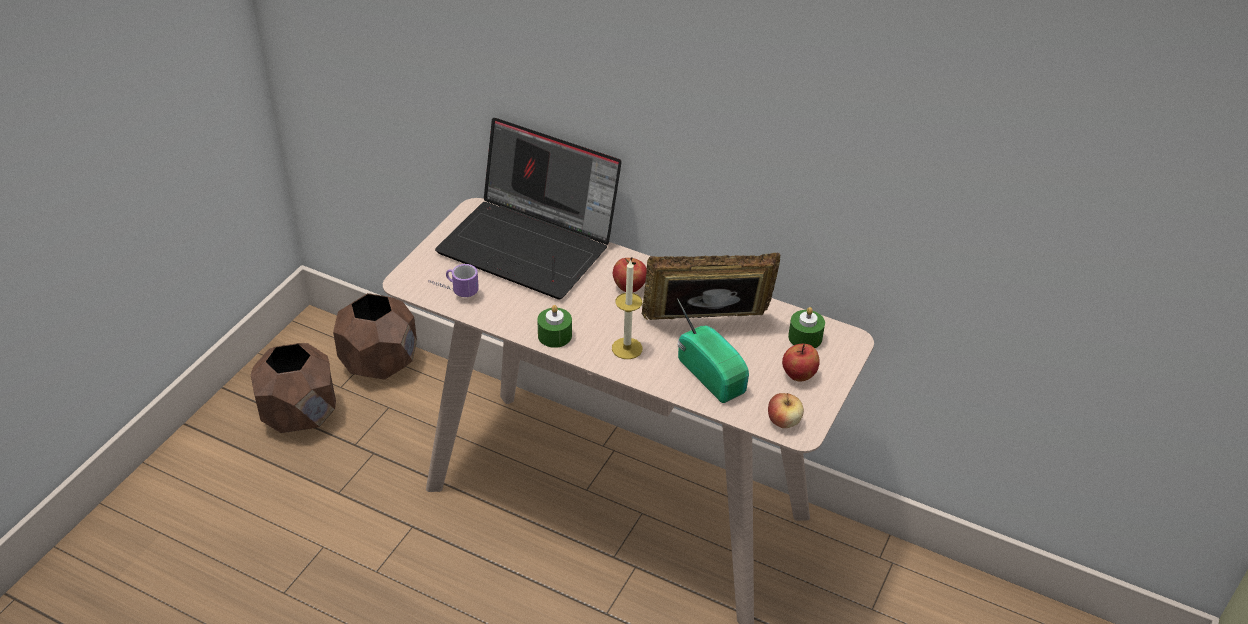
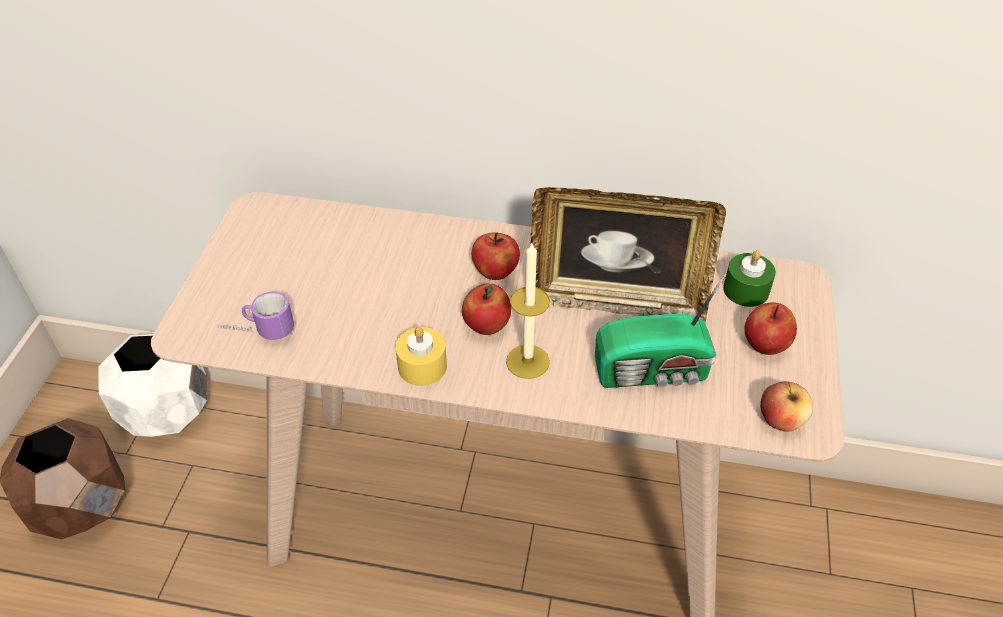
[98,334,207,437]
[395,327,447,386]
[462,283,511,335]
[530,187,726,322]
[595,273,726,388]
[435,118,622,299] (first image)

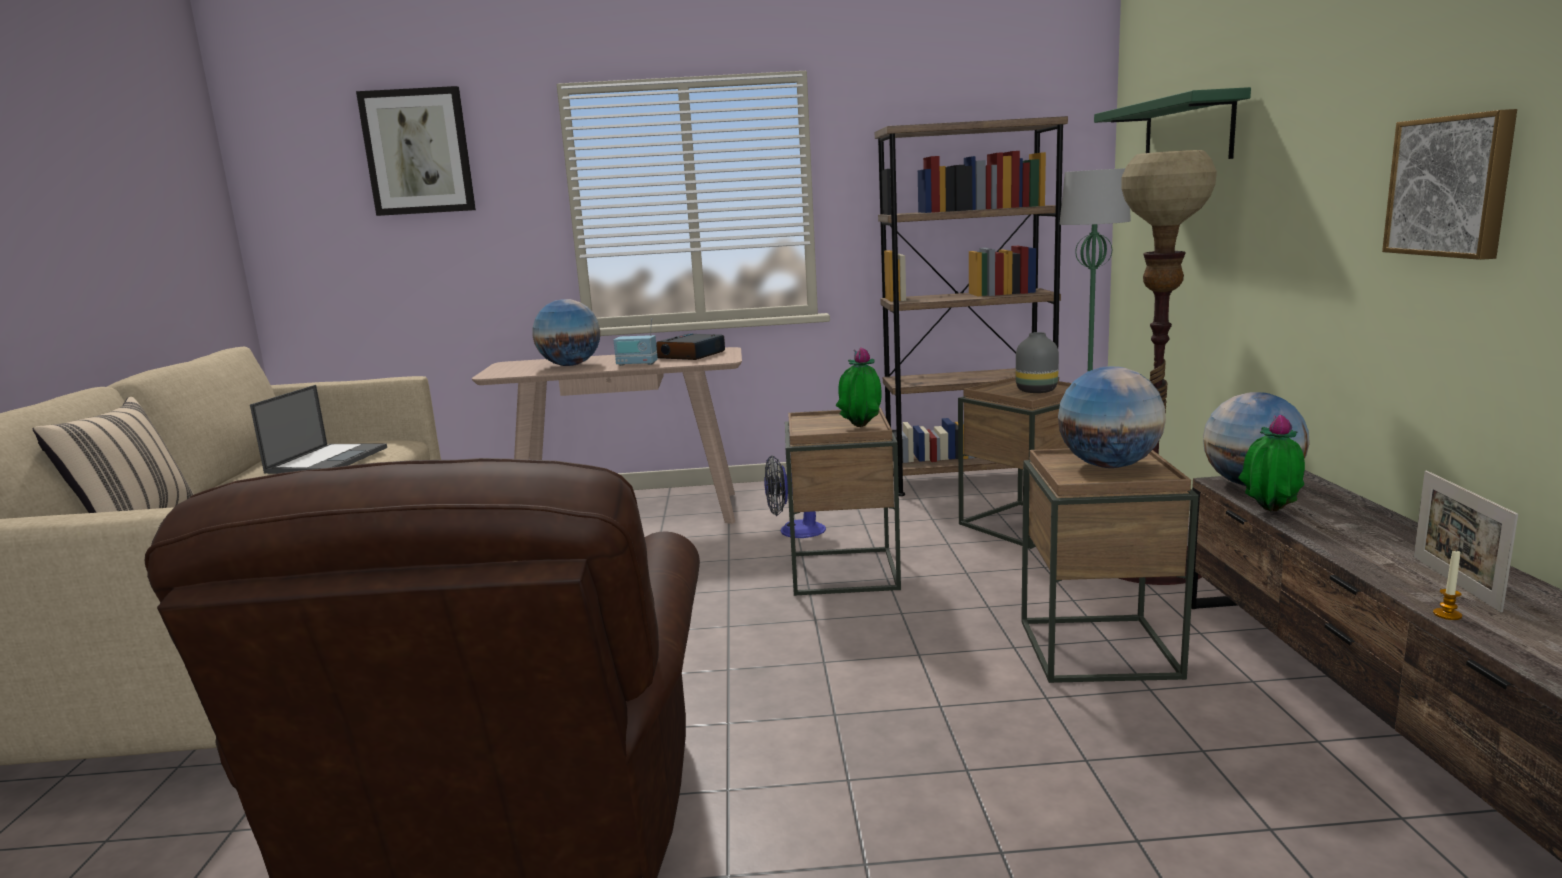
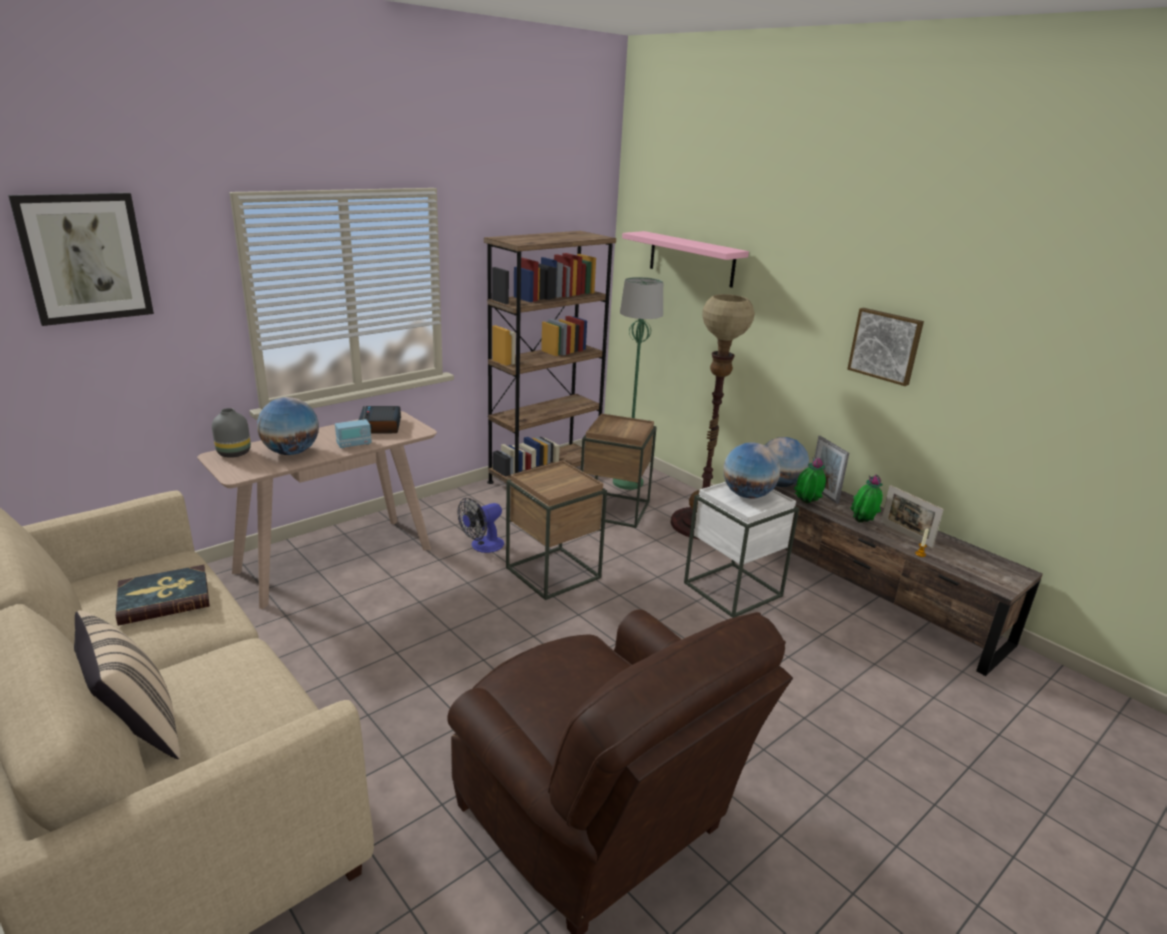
[116,565,210,626]
[212,408,251,458]
[622,231,749,288]
[684,482,799,618]
[814,436,849,504]
[850,474,883,523]

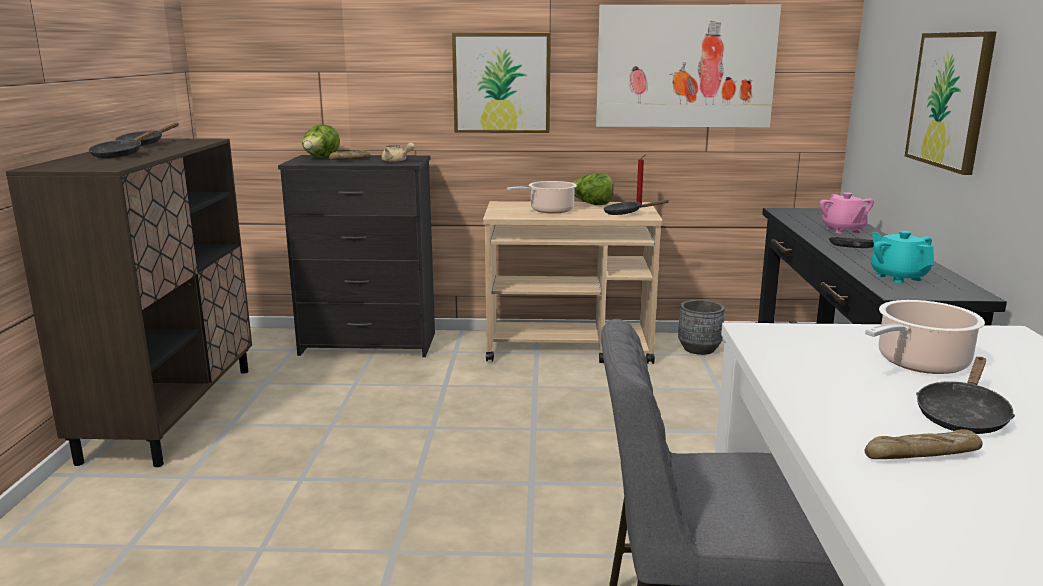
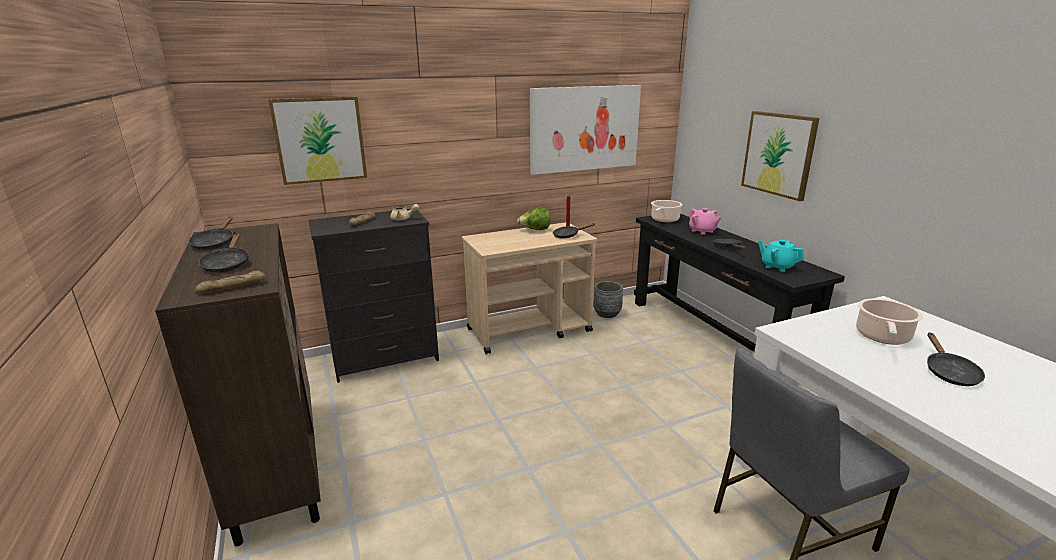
[195,271,266,294]
[269,96,367,185]
[651,200,683,222]
[302,124,340,158] (first image)

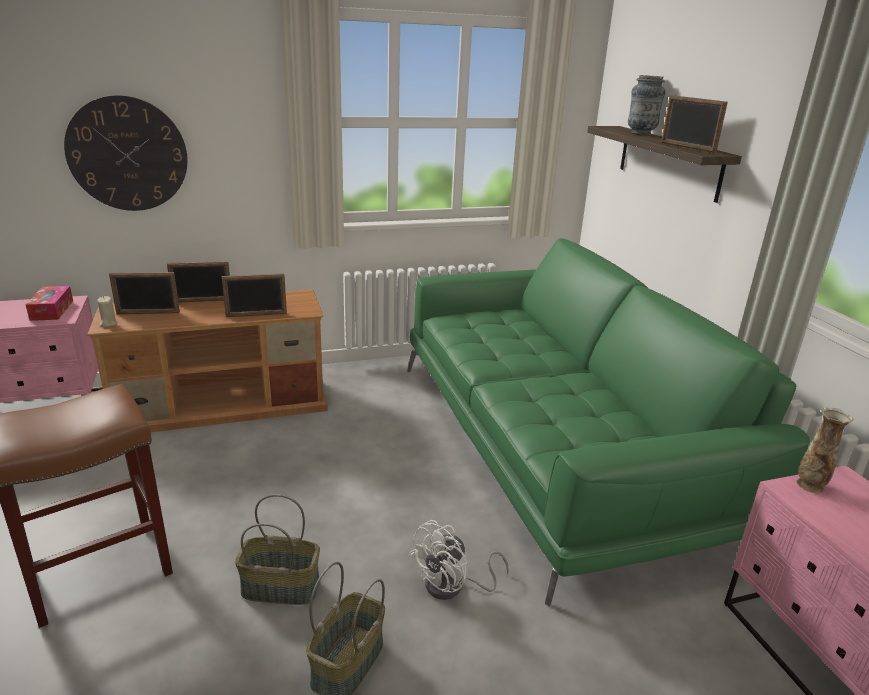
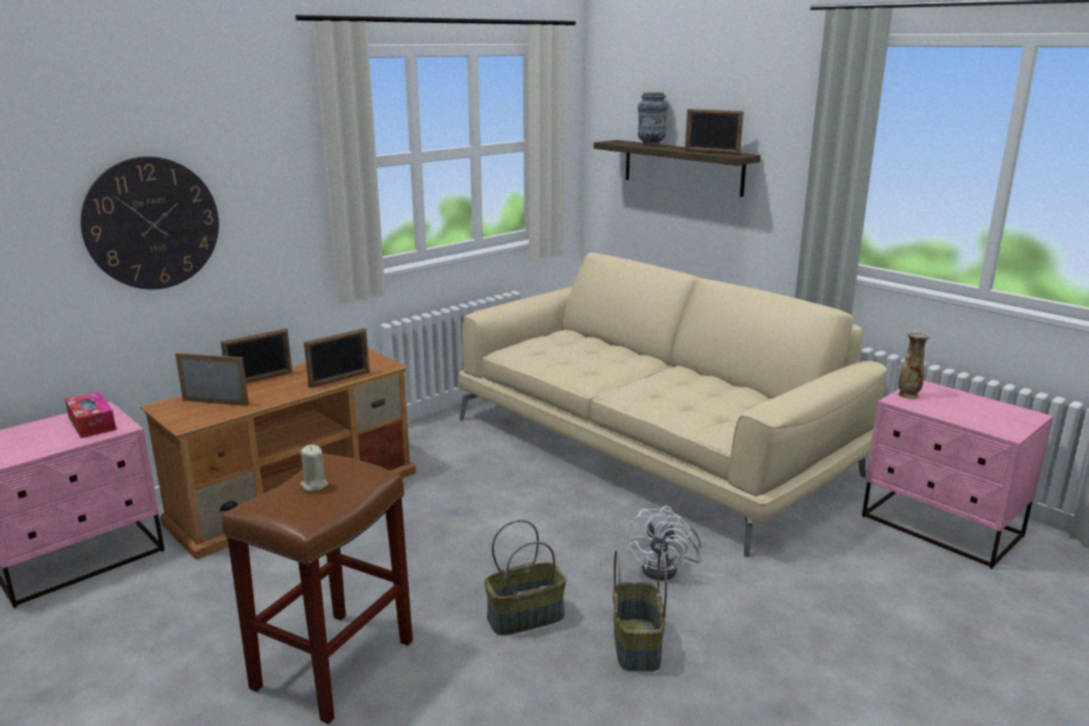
[175,353,249,406]
[300,445,328,491]
[458,252,887,557]

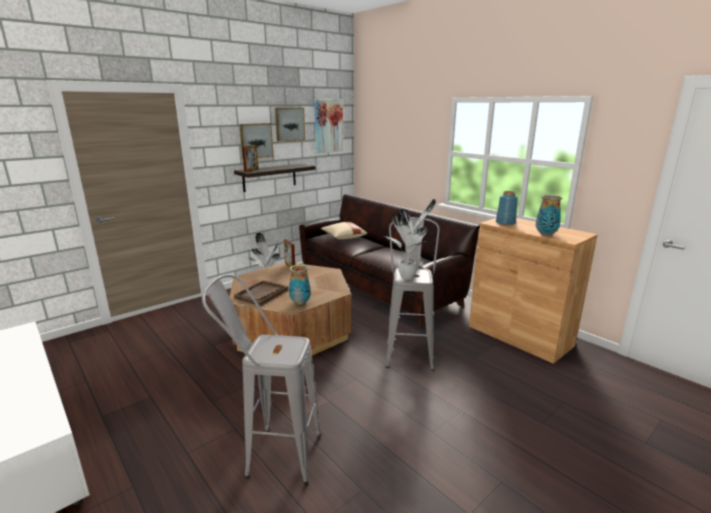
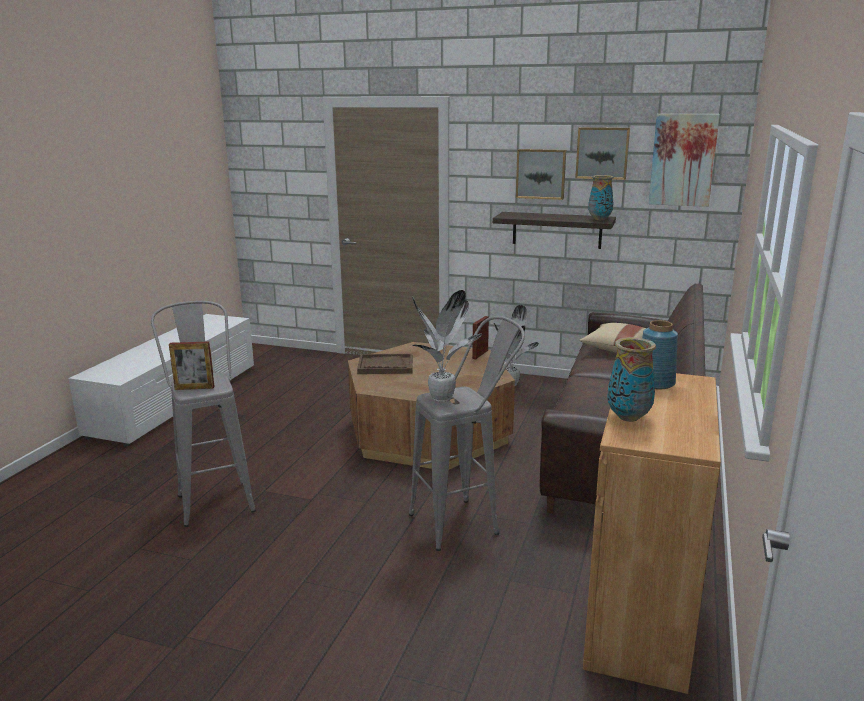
[169,342,215,390]
[588,175,614,220]

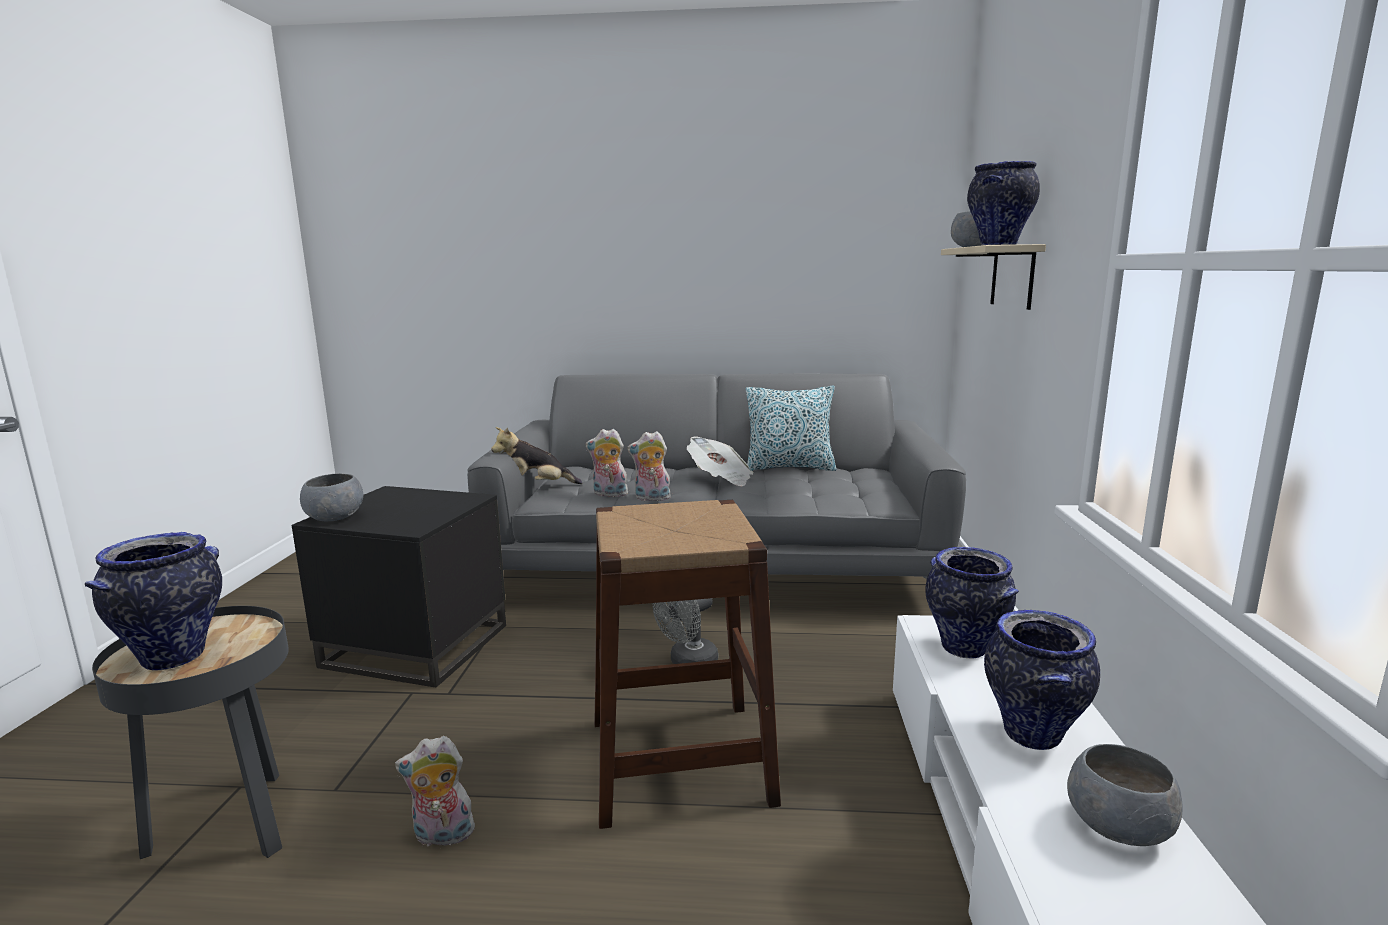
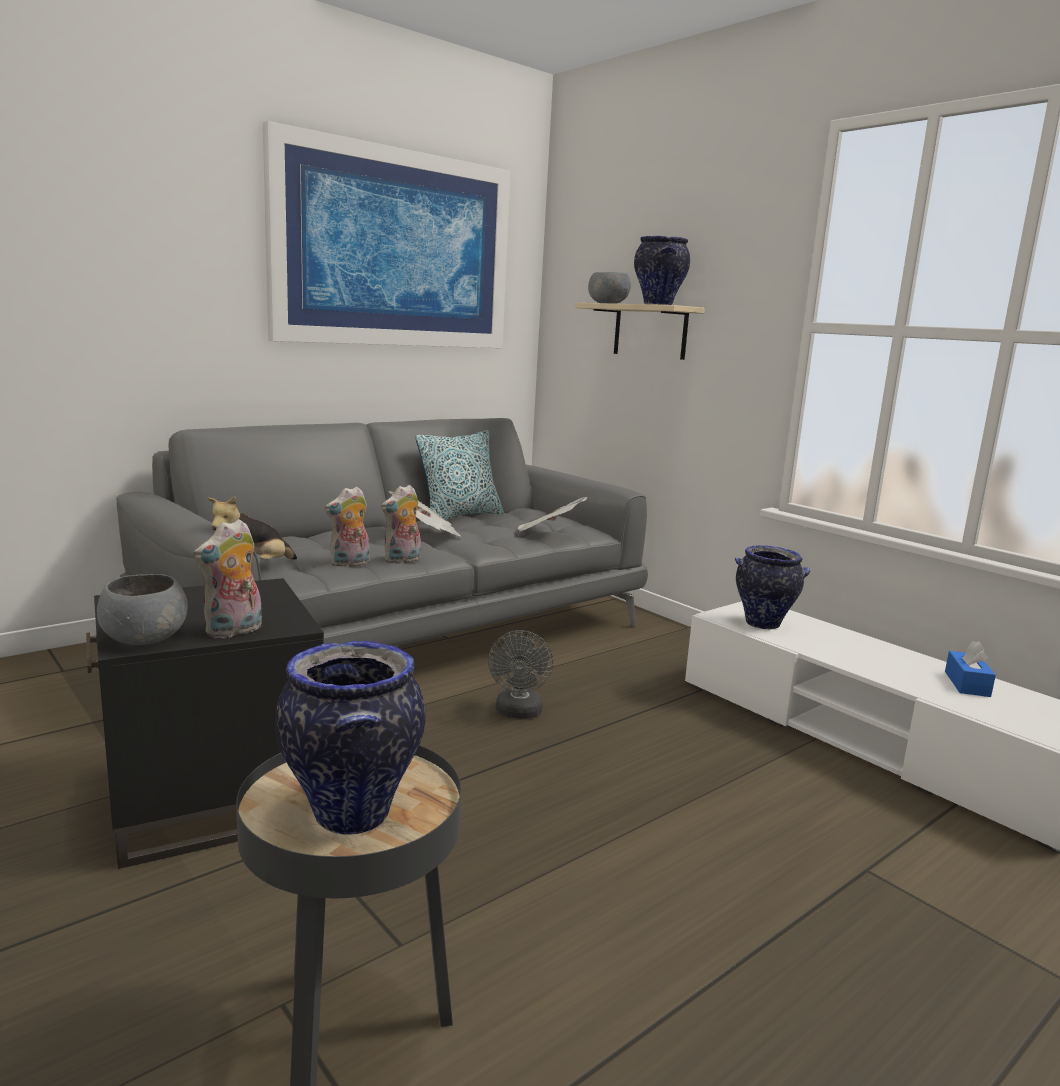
[193,519,262,639]
[263,121,510,348]
[518,497,587,532]
[945,641,996,697]
[594,500,781,829] (first image)
[984,610,1100,750] (first image)

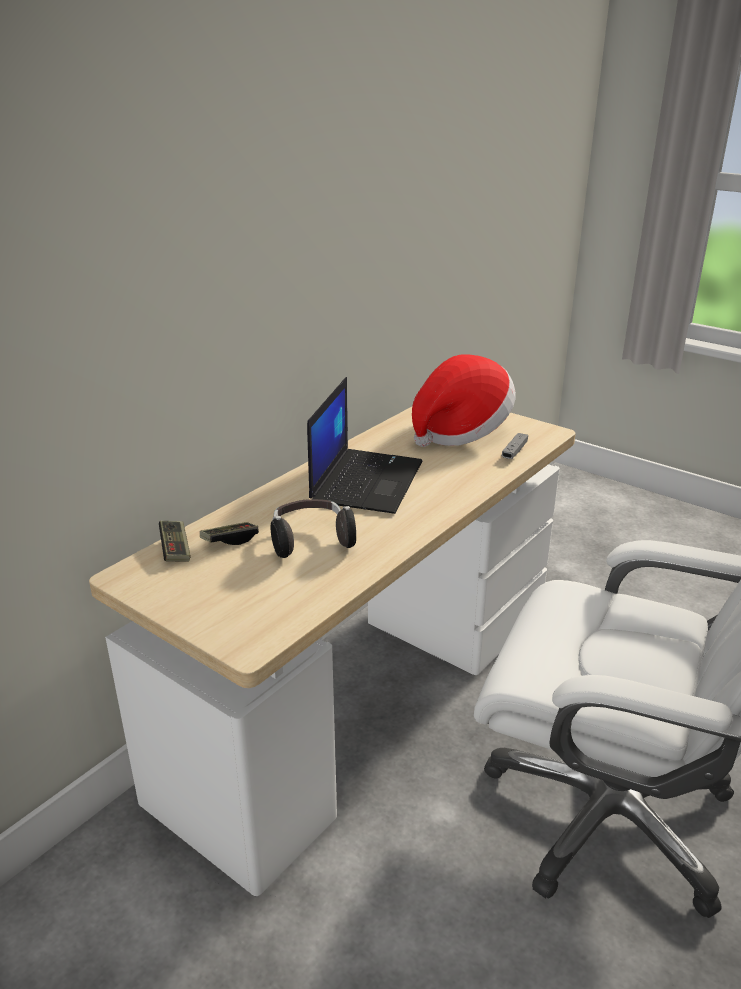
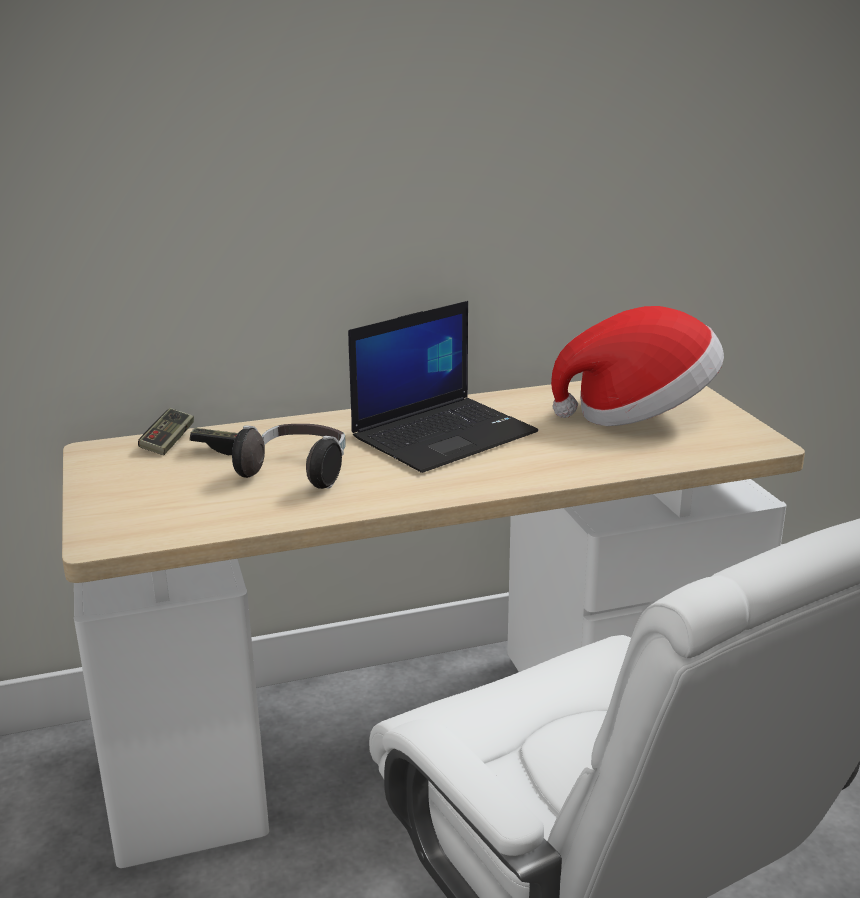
[502,433,528,459] (first image)

